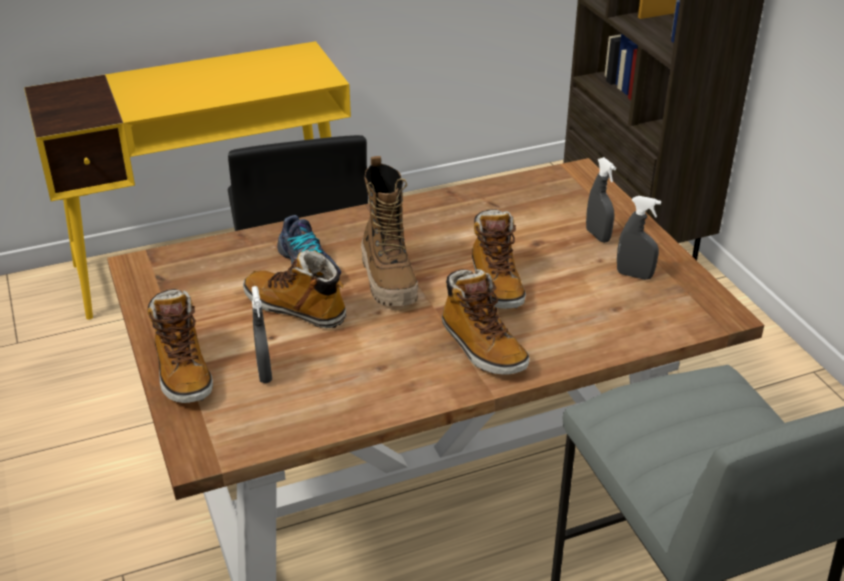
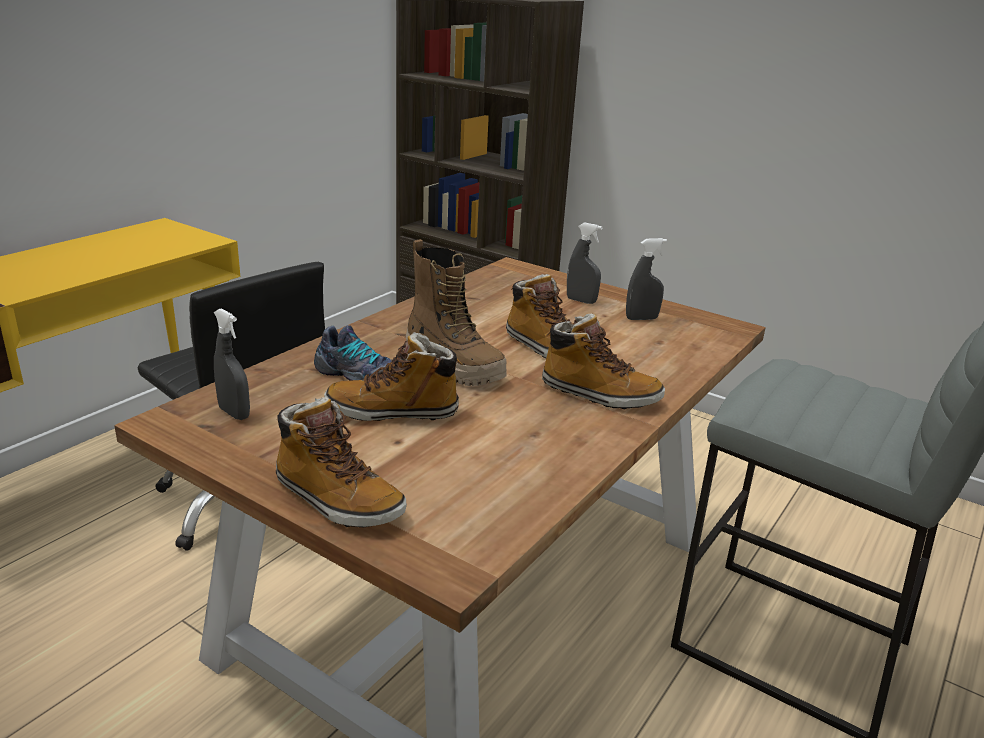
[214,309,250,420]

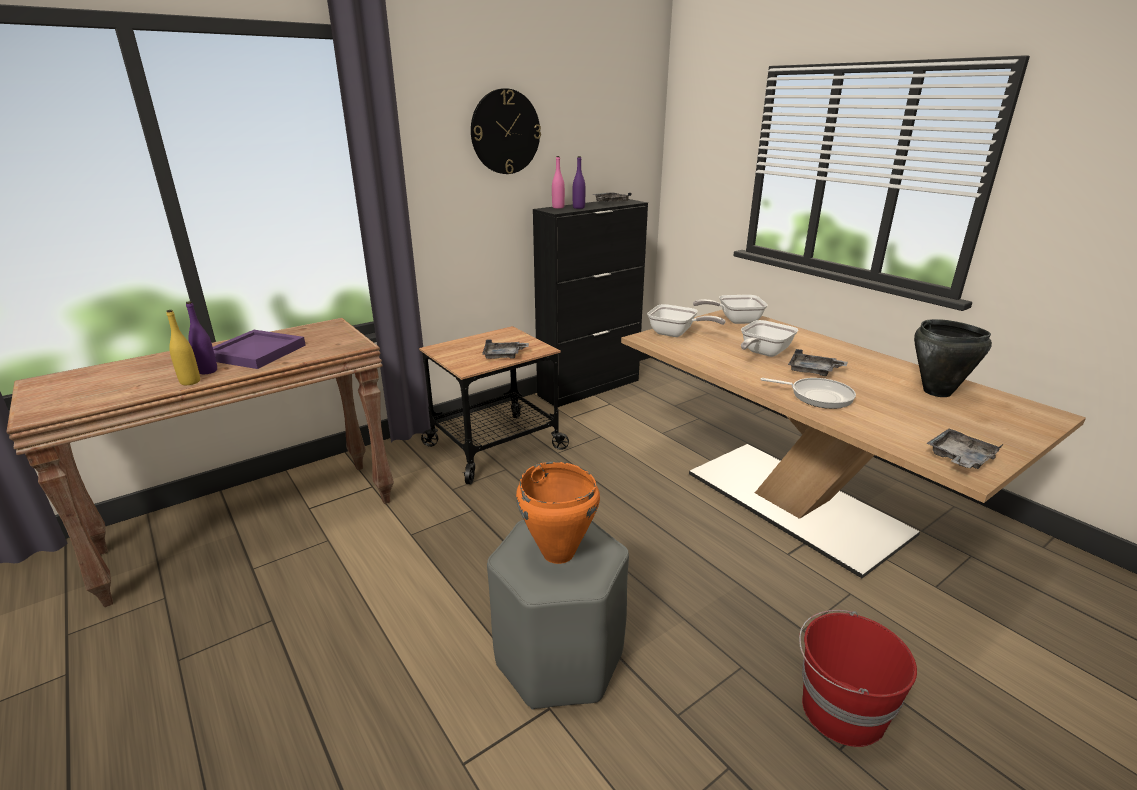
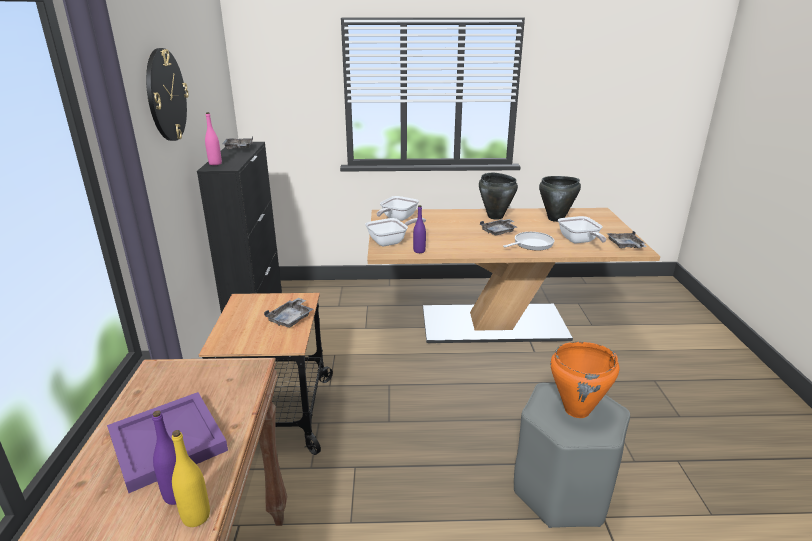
[413,205,426,253]
[479,173,518,220]
[558,216,606,243]
[799,610,917,747] (first image)

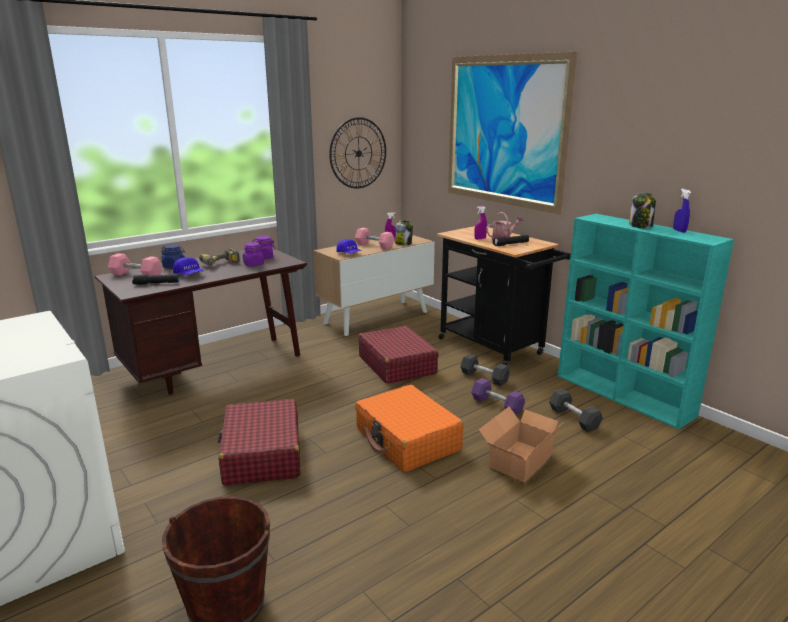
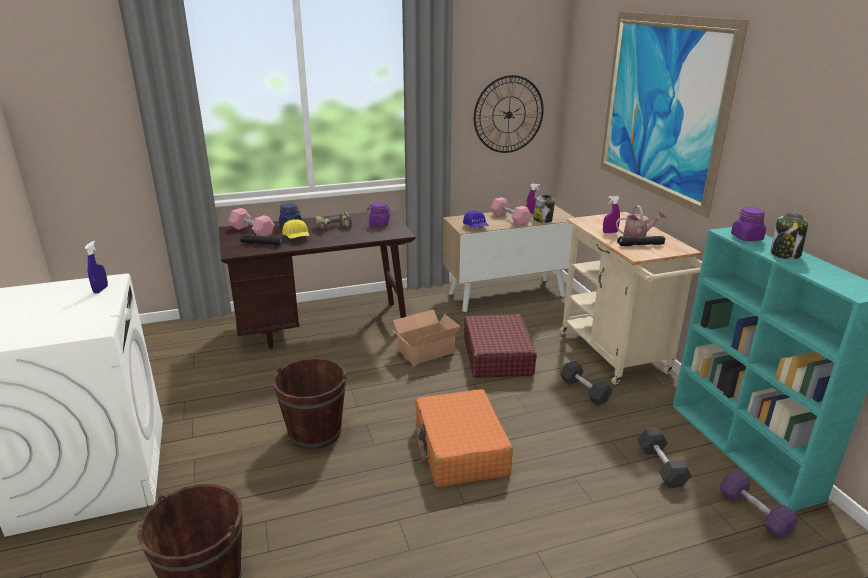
[85,241,108,293]
[273,358,347,449]
[282,219,309,239]
[391,310,460,365]
[560,212,702,385]
[720,470,797,539]
[731,207,766,241]

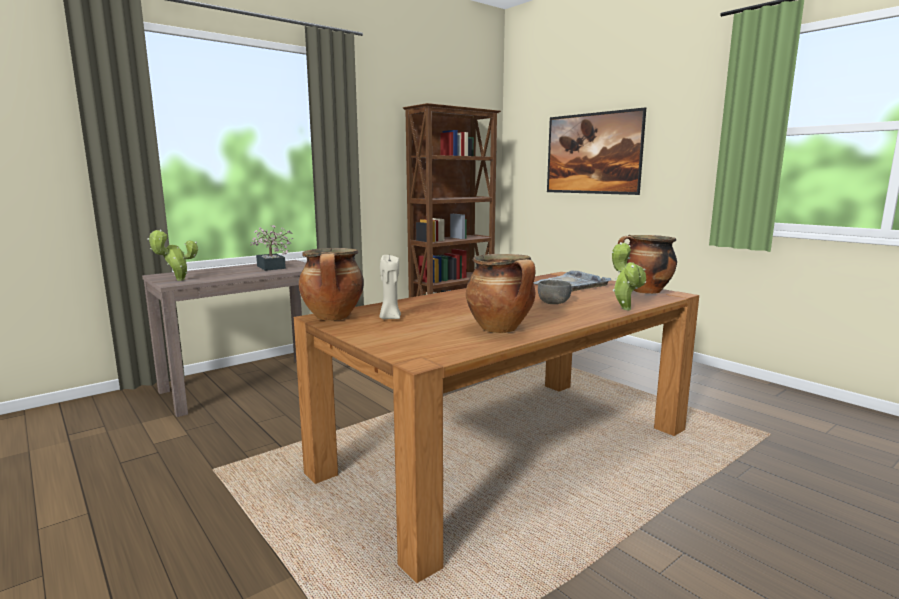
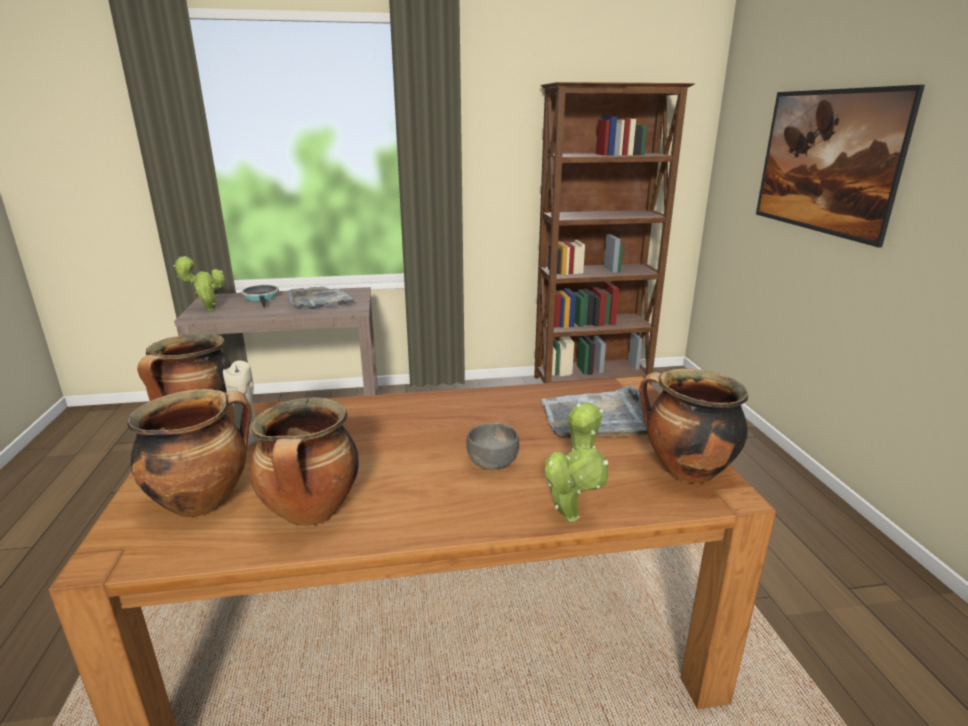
[127,389,252,517]
[241,285,279,308]
[288,287,356,310]

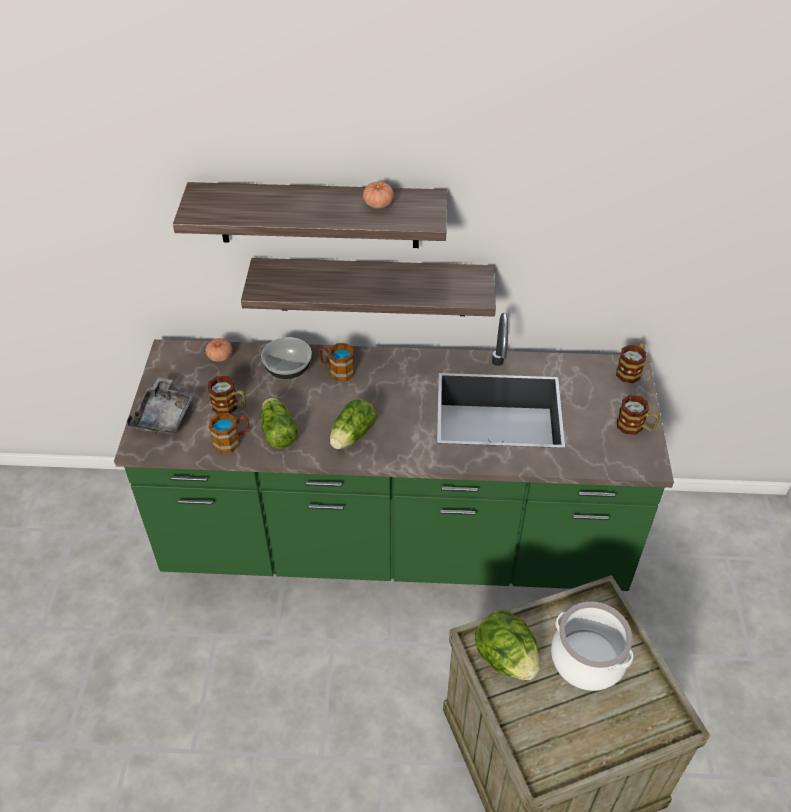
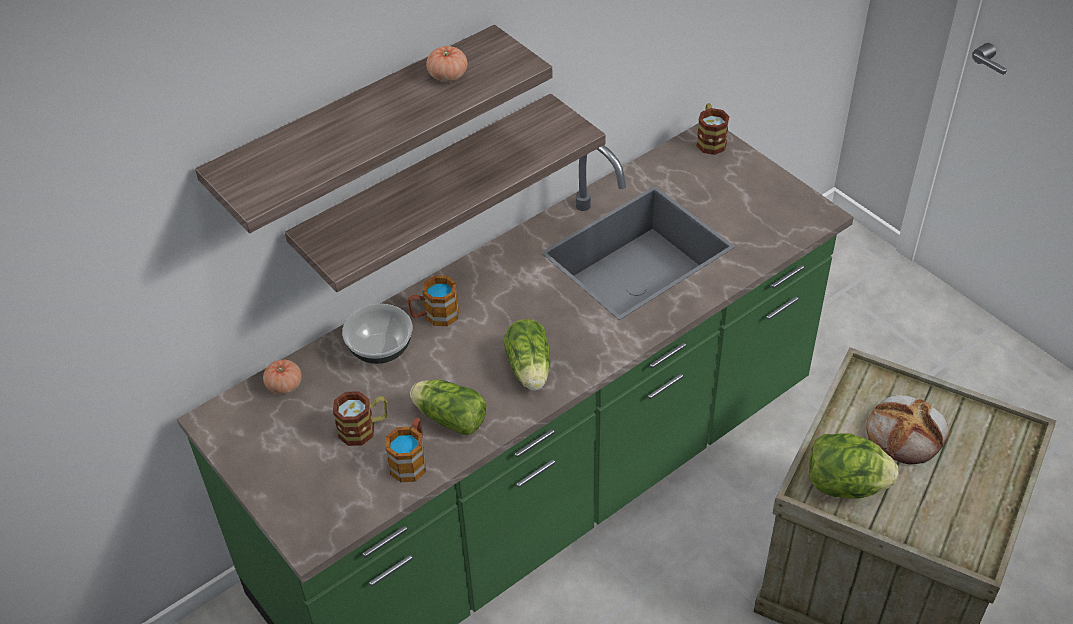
[866,395,949,464]
[126,377,195,434] (first image)
[617,395,659,435] (first image)

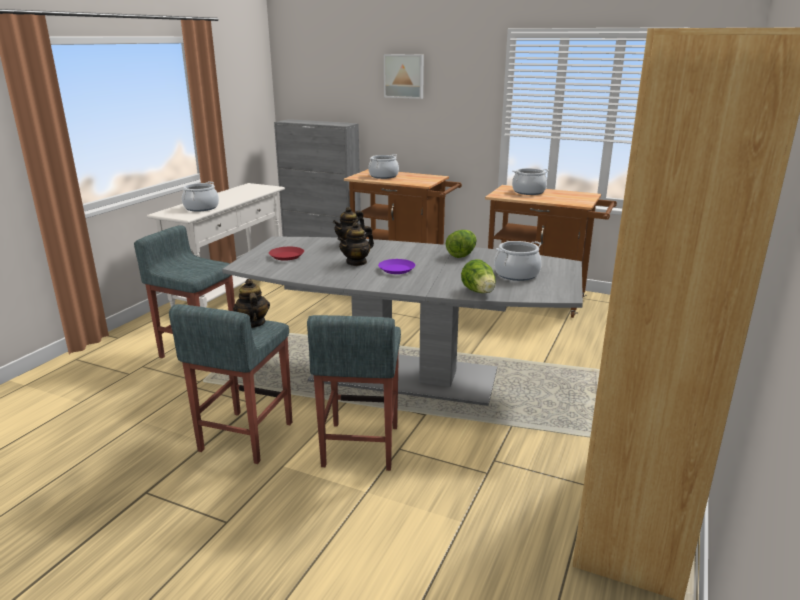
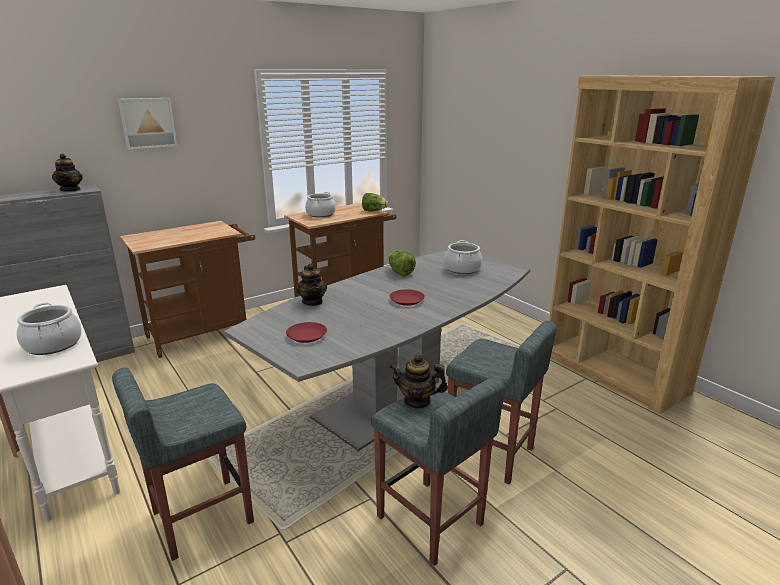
[52,154,83,192]
[362,193,388,212]
[390,289,425,306]
[368,154,399,179] (first image)

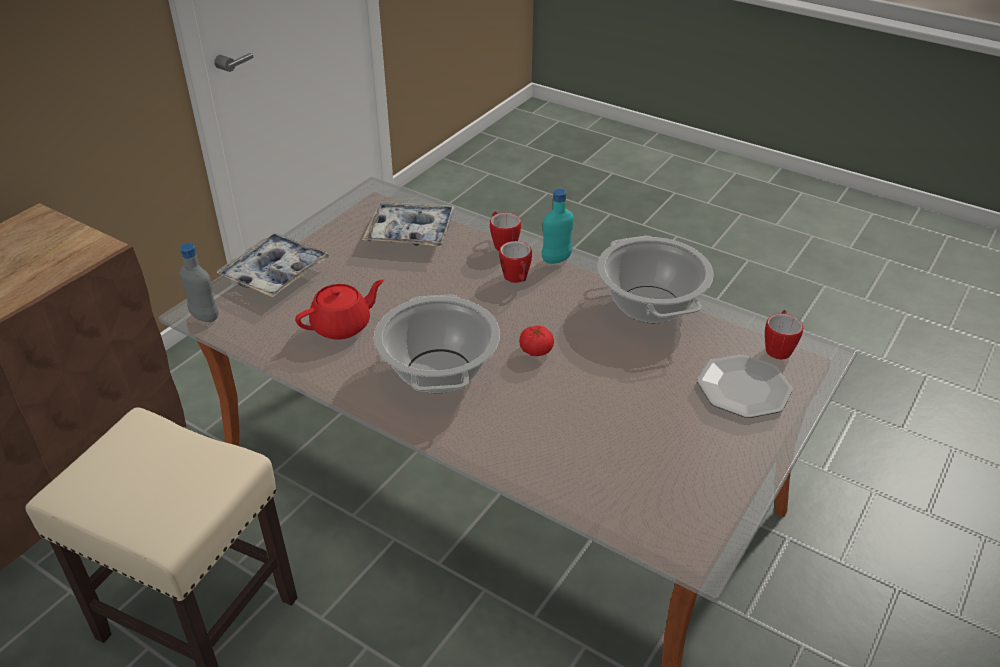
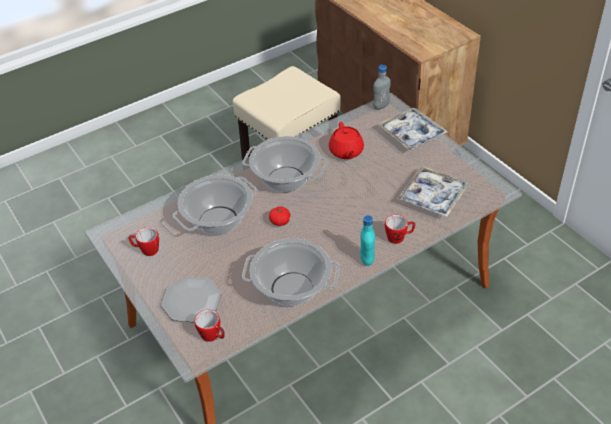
[129,227,159,256]
[173,175,258,235]

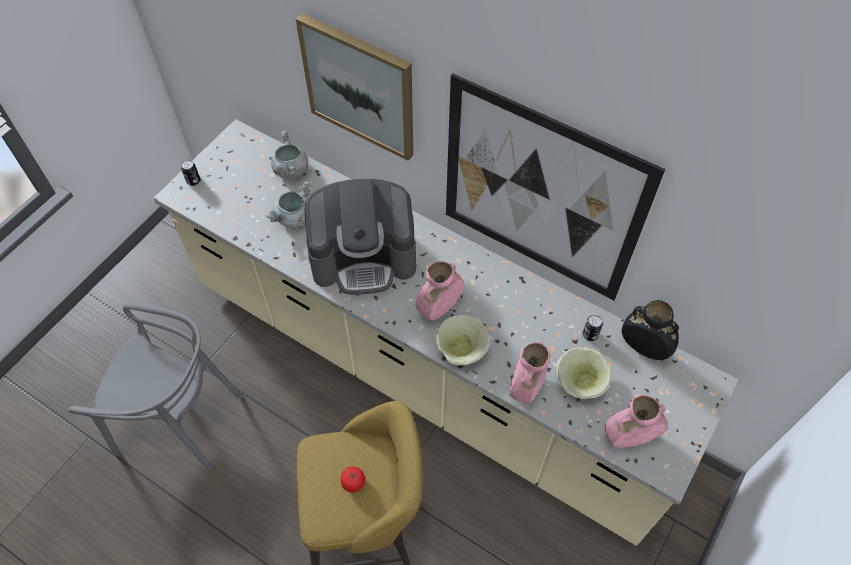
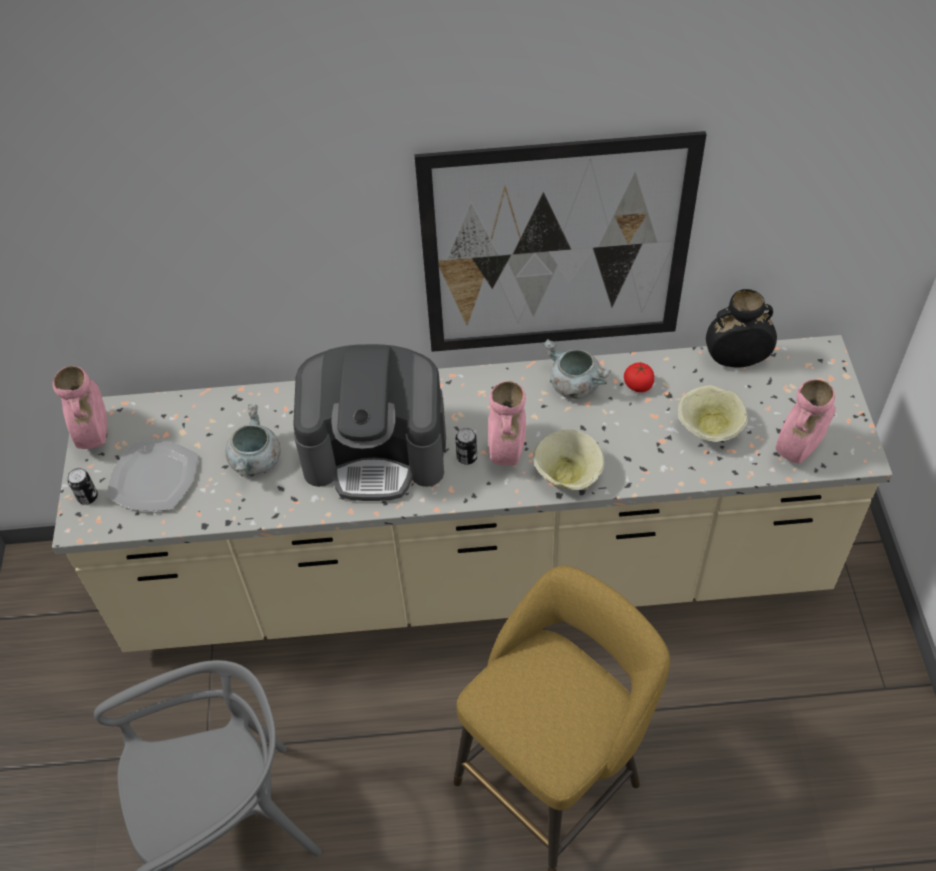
[53,366,107,449]
[107,441,198,511]
[293,344,446,501]
[455,428,477,465]
[543,339,611,399]
[624,362,654,392]
[296,13,413,161] (first image)

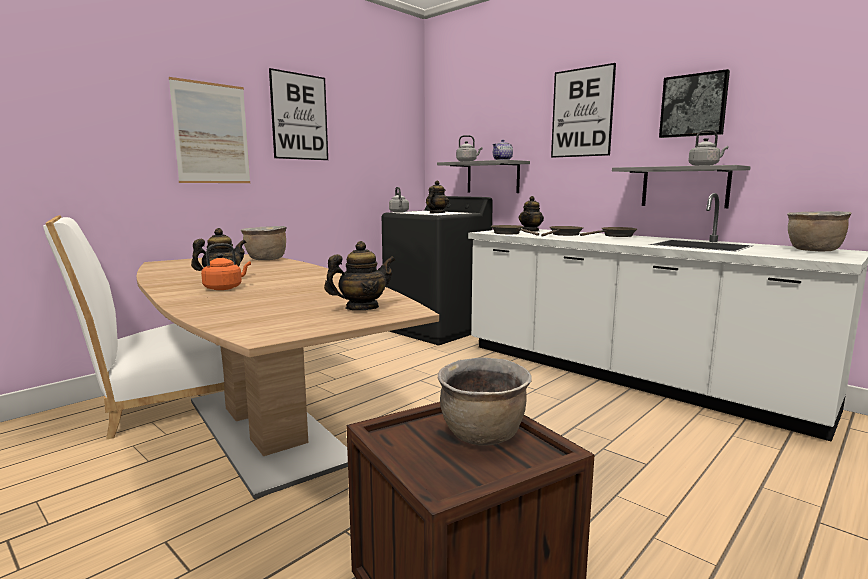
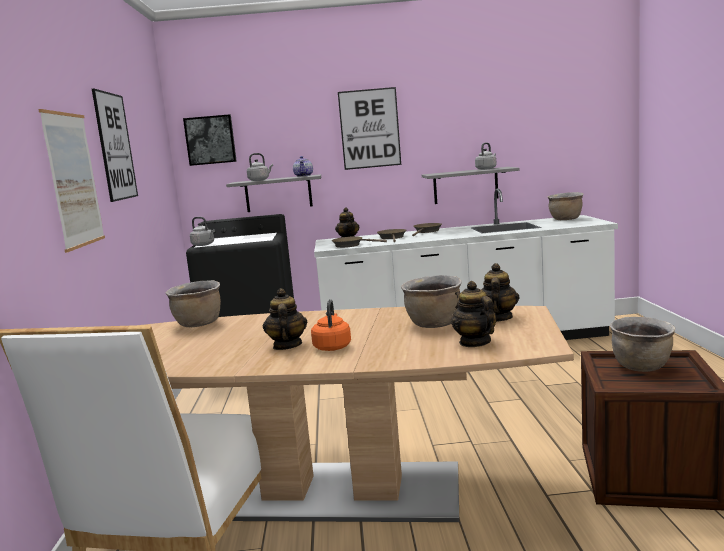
[183,114,237,166]
[401,275,461,328]
[451,281,496,347]

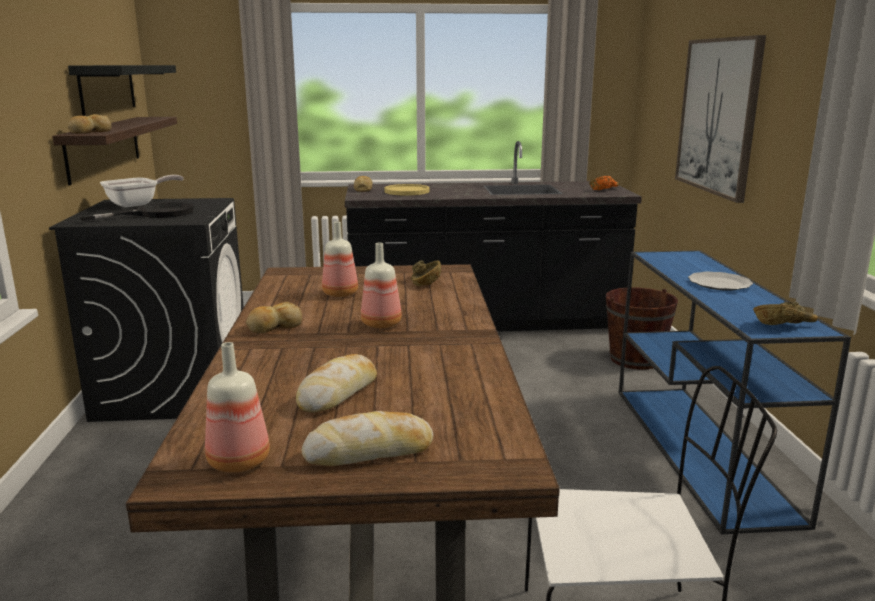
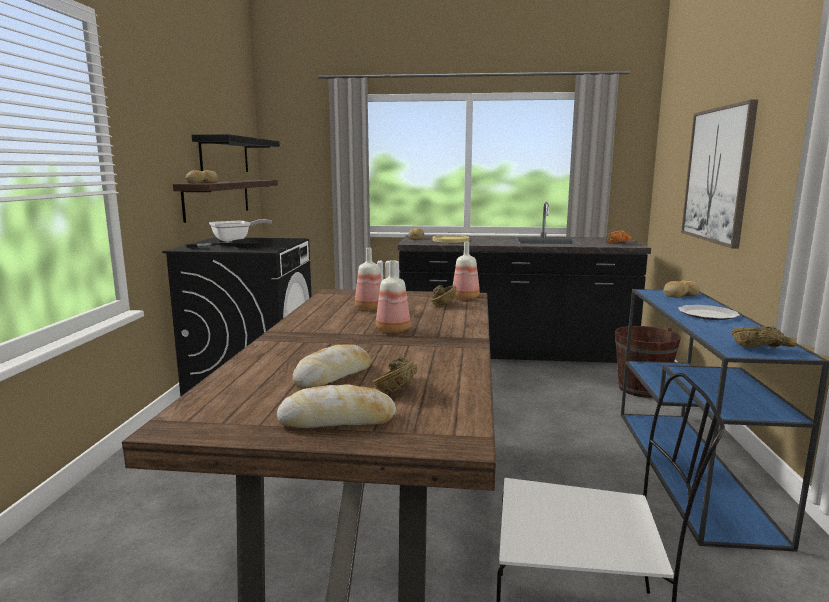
[372,357,417,392]
[453,242,480,299]
[663,279,700,298]

